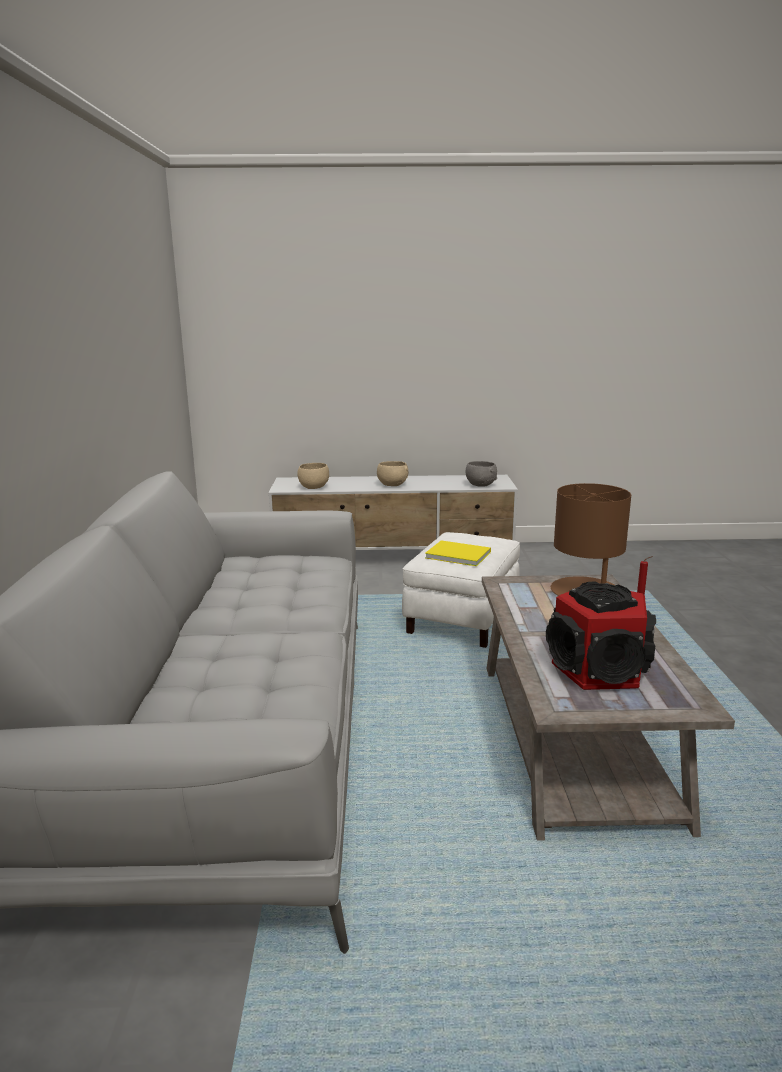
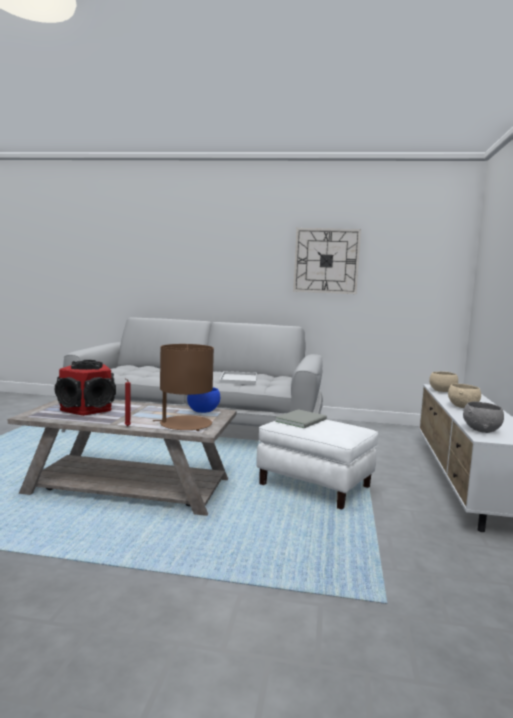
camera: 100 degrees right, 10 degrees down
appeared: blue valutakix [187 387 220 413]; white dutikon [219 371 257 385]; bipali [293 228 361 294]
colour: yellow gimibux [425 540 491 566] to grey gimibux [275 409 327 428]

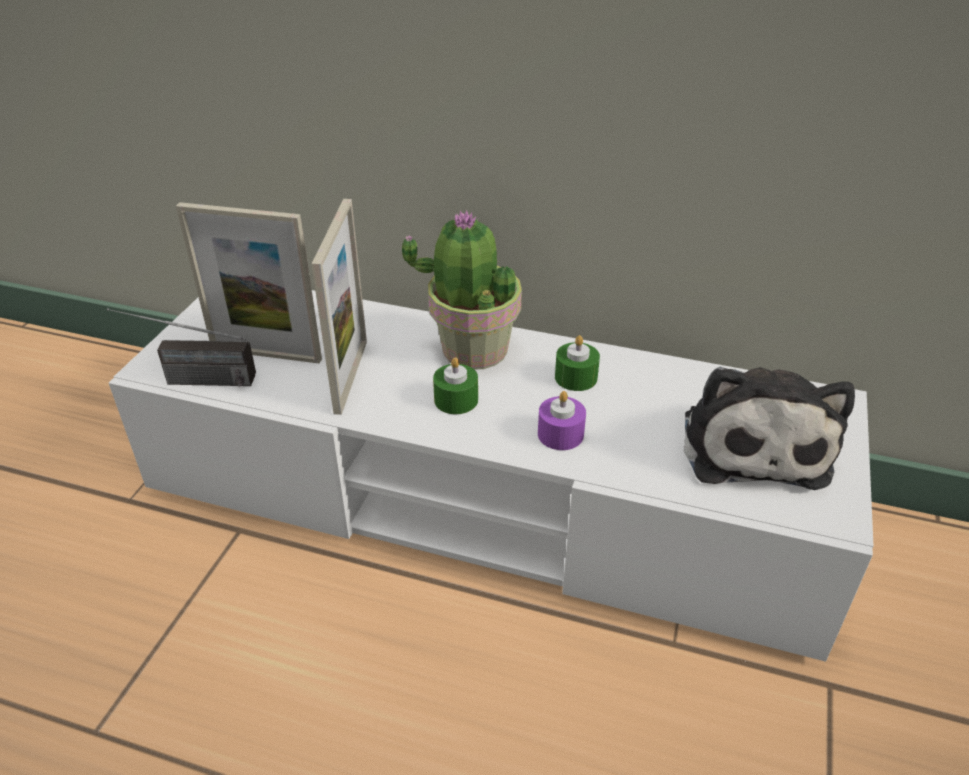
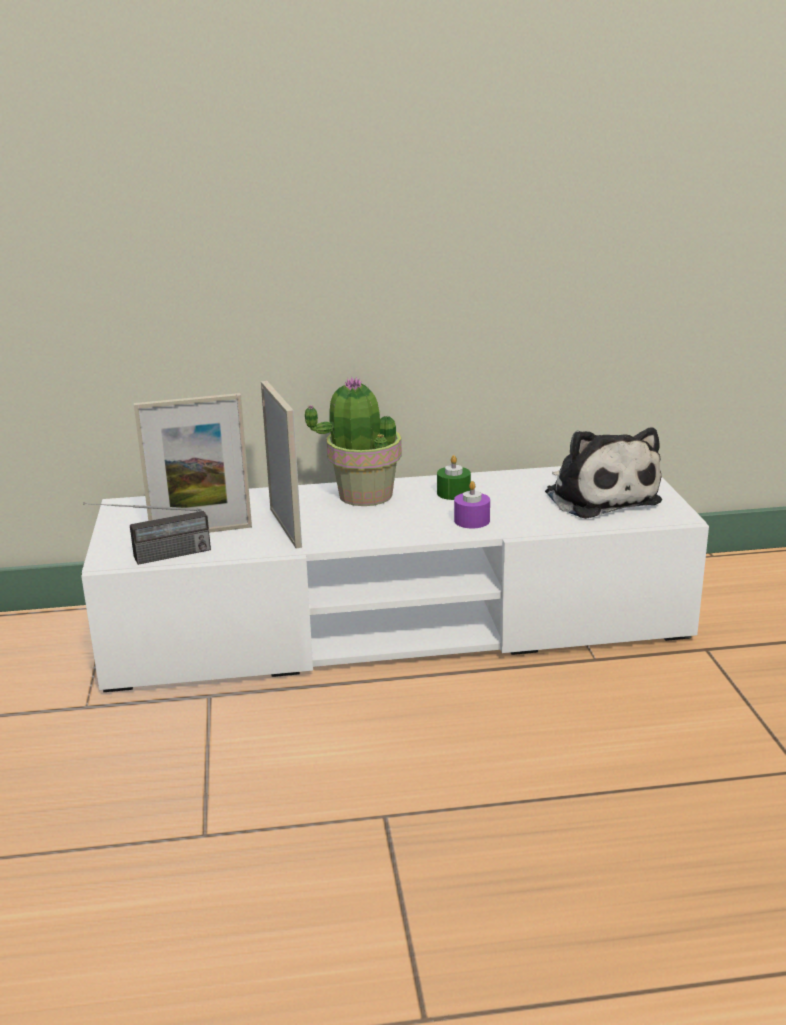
camera: 25 degrees left, 15 degrees down
missing: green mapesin [433 357 478 414]

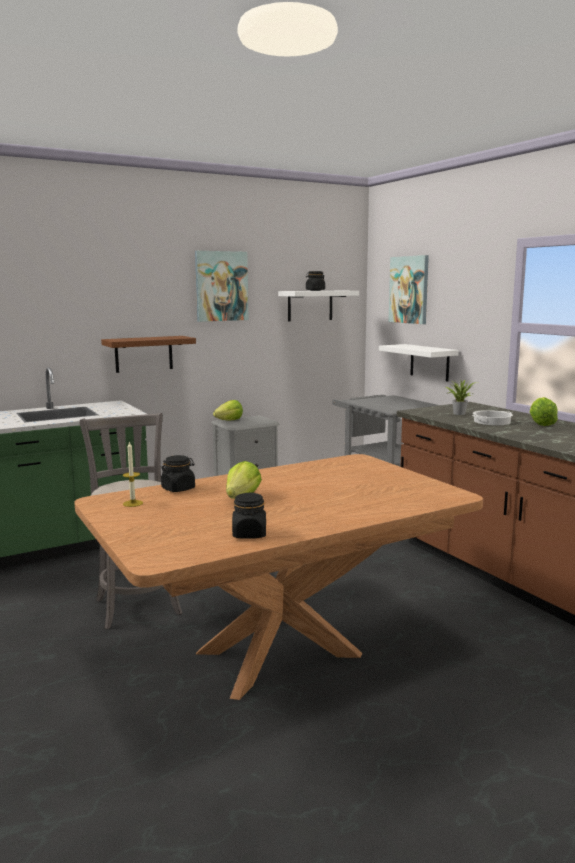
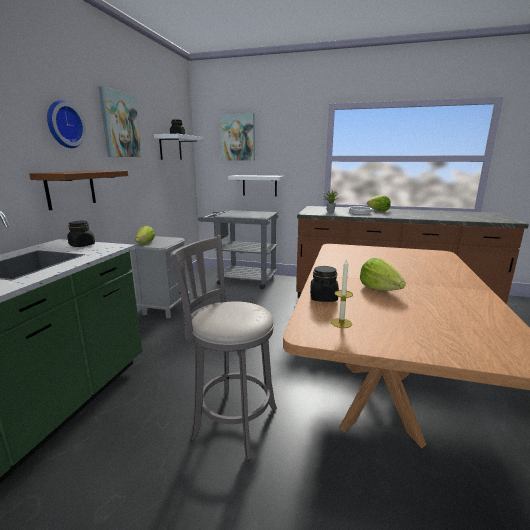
camera: 45 degrees left, 5 degrees up
appeared: bipali [47 100 86 148]
relocated: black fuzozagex [232 493 266 539] to [67 221 95 247]

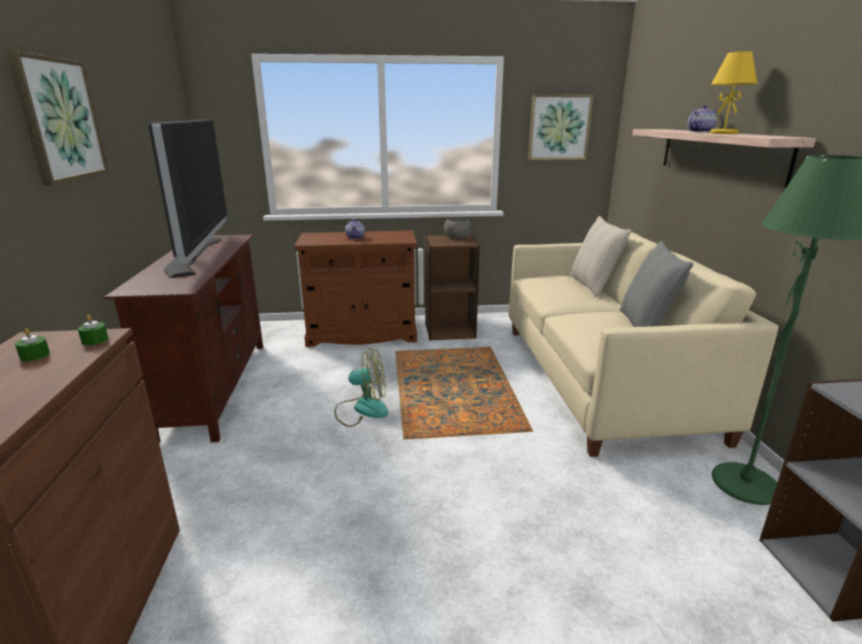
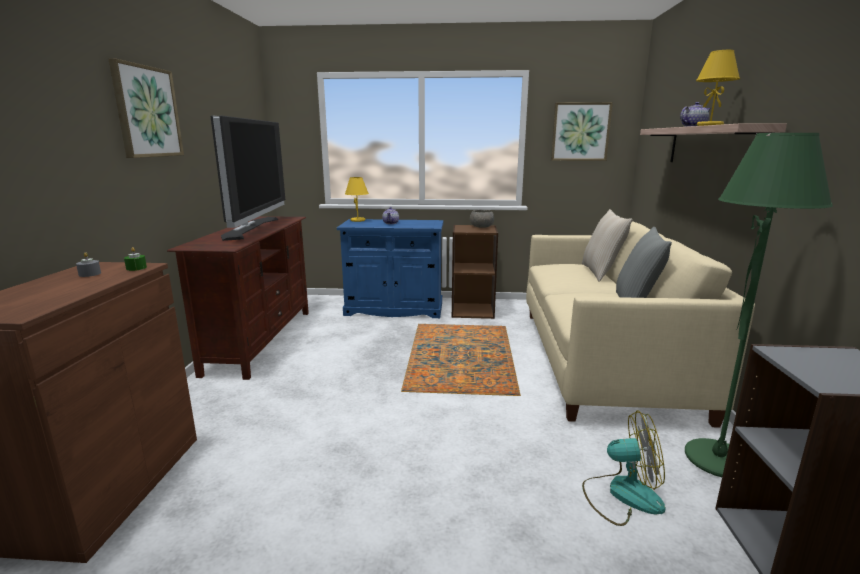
camera: 10 degrees right, 5 degrees down
appeared: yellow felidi [345 177 369 222]
relocated: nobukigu [335 348 389 427] to [582 410 666 526]
colour: green mapesin [15 328 50 361] to grey mapesin [76 252 101 277]; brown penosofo [294 230 417 347] to blue penosofo [337 219 444 318]

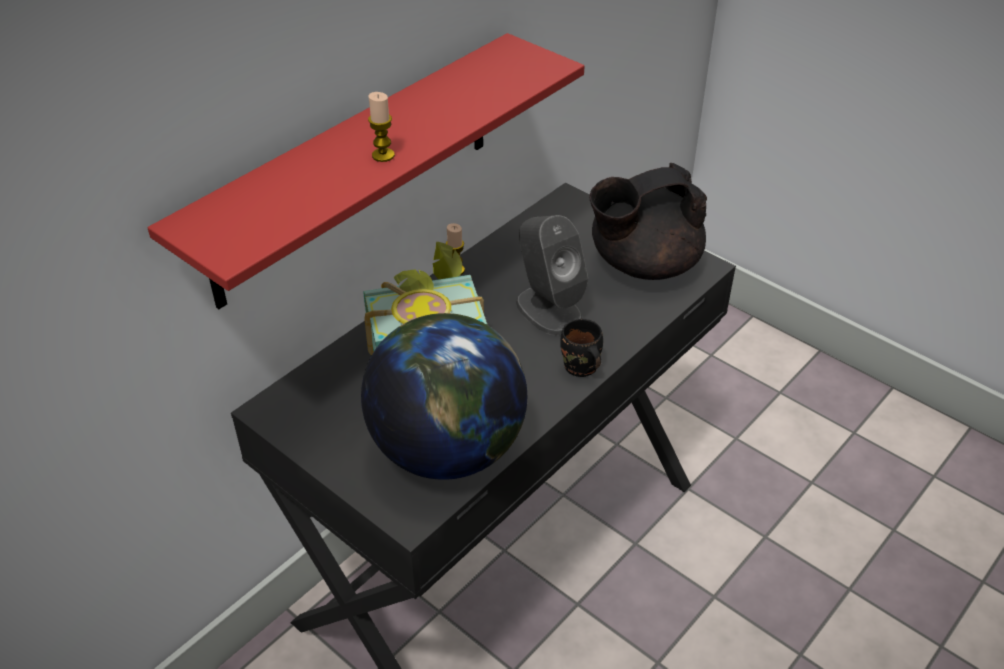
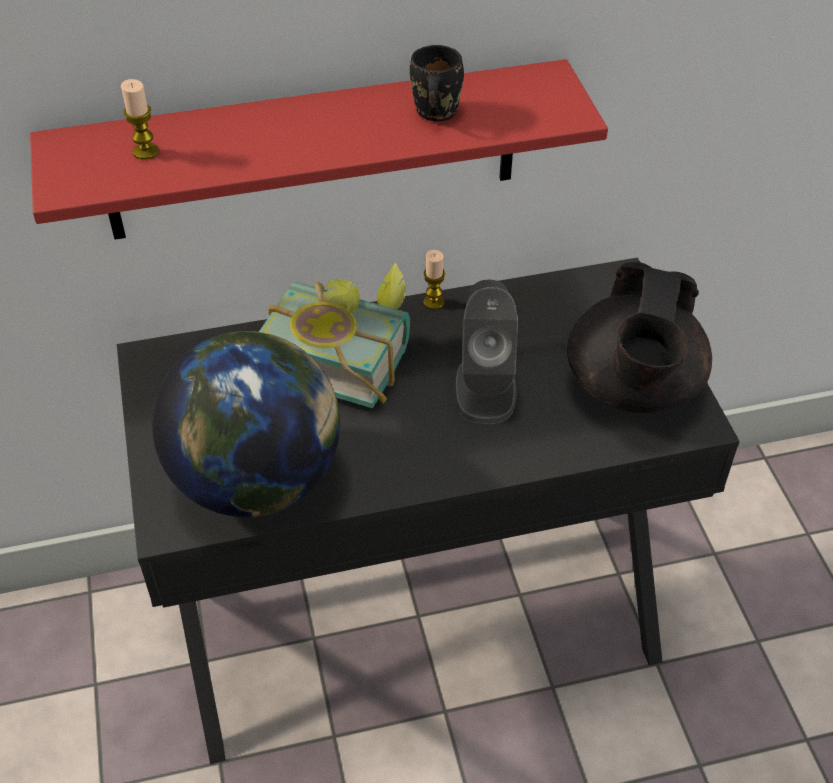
camera: 35 degrees right, 5 degrees up
relocated: mapesin [368 92 395 162] to [121 79 159 160]; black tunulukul [560 319 603 377] to [410 45 464 121]
spun: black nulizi [590 163 707 280] = [567 262 712 413] 90 degrees counterclockwise

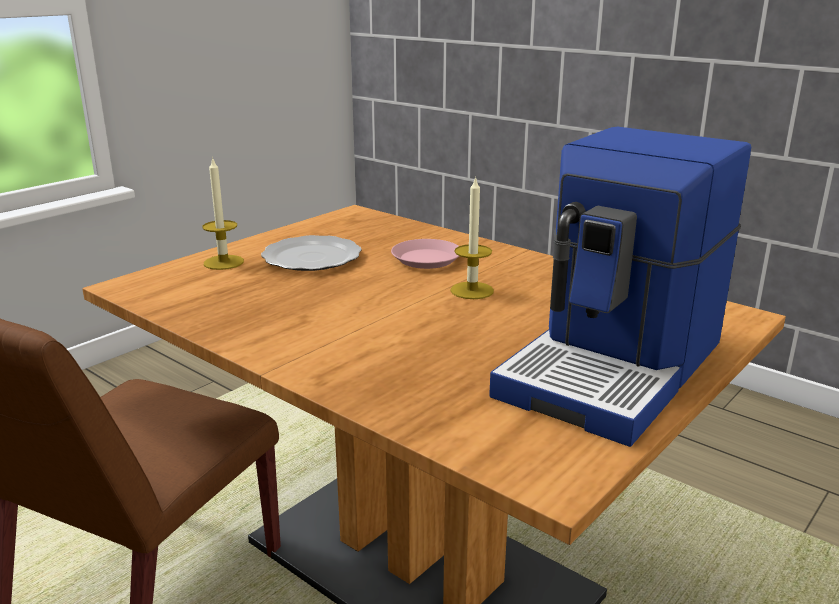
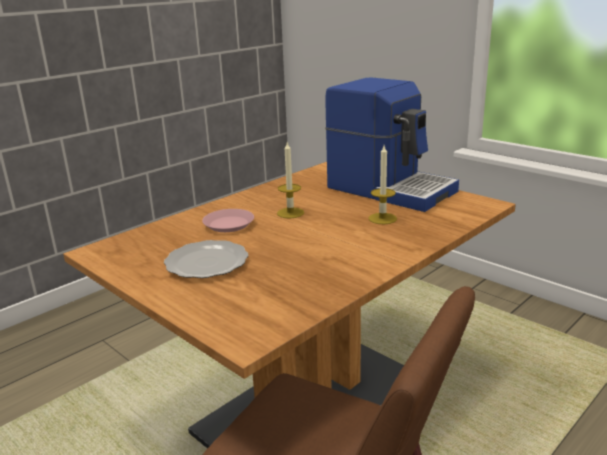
camera: 85 degrees left, 0 degrees up
relocated: mapesin [202 157 244 270] to [368 146 397 224]

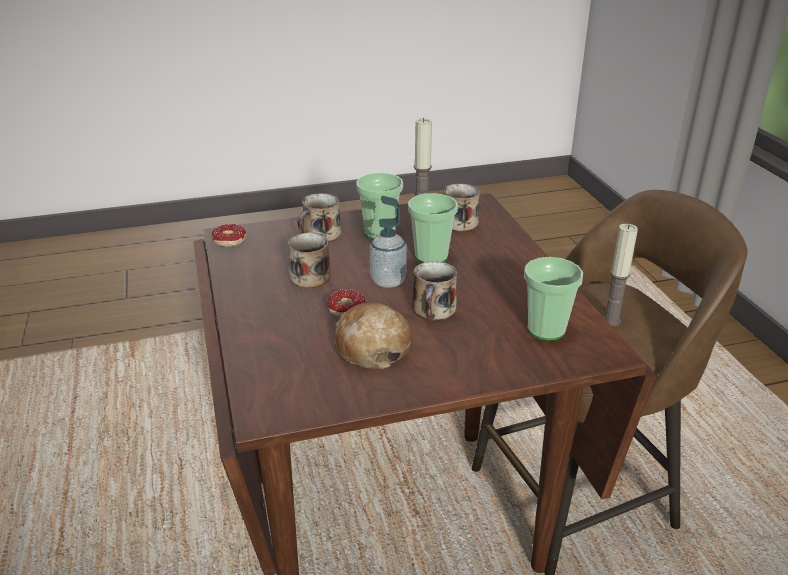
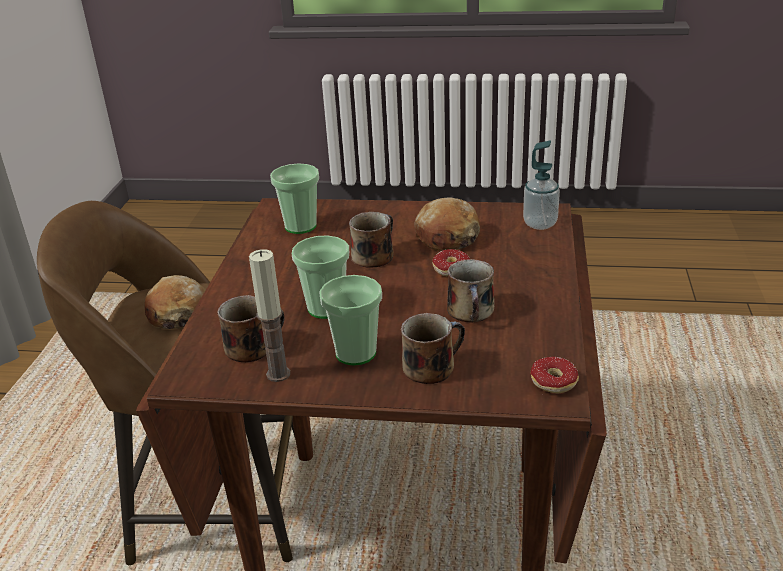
camera: 155 degrees left, 0 degrees up
relocated: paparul [370 196 407 288] to [523 141 560 230]
exchanged: mapesin [604 224 638 326] to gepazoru [144 275 206 329]

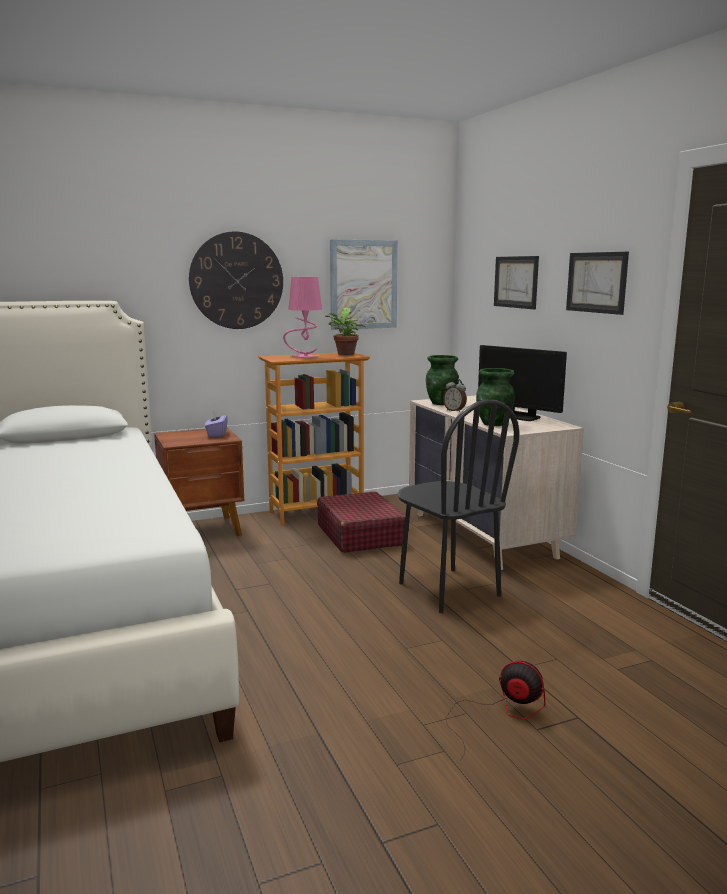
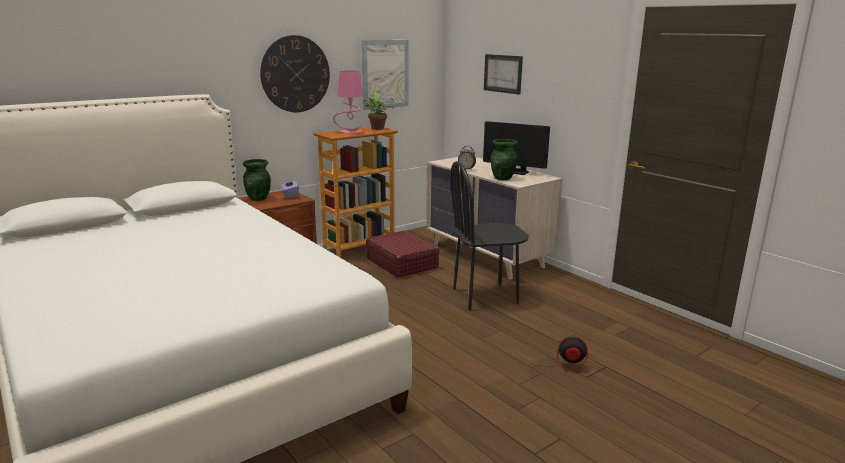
camera: 15 degrees left, 5 degrees up
missing: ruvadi [566 252 629 315]
relocated: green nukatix [426 355 459 405] to [243 159 271 201]
spun: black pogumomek [398 400 519 613] = [450 161 529 310] 120 degrees clockwise

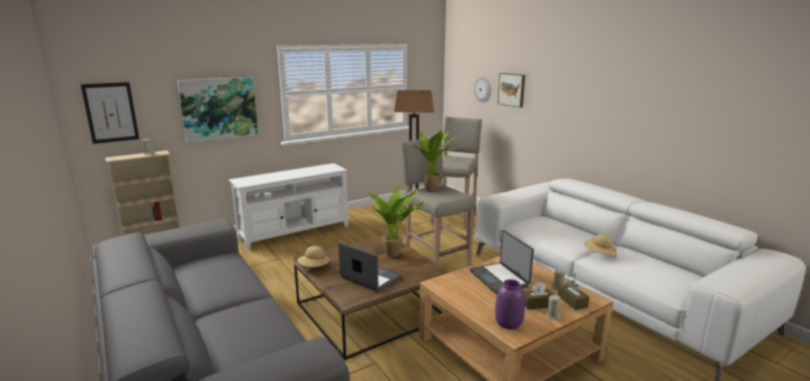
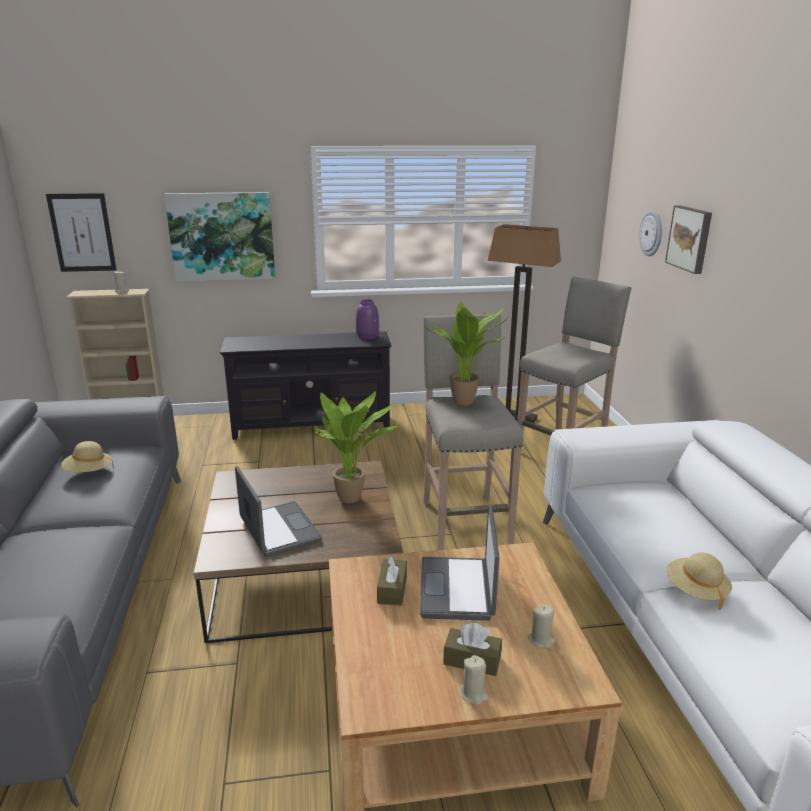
camera: 25 degrees right, 5 degrees up
relocated: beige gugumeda [297 246 330 267] to [61 441 114 472]; purple nukatix [495 279 525 329] to [356 299 379 339]; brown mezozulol [558 280 589 310] to [377 556 407 606]
colour: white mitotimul [229 163 348 250] to black mitotimul [220 331 392 440]

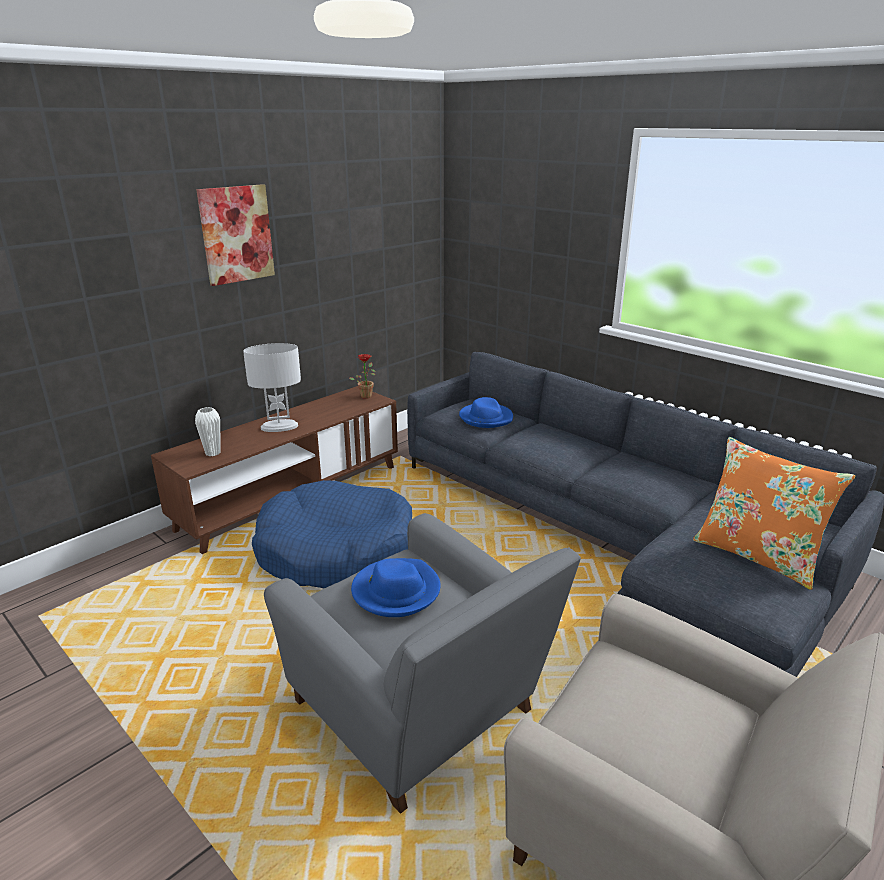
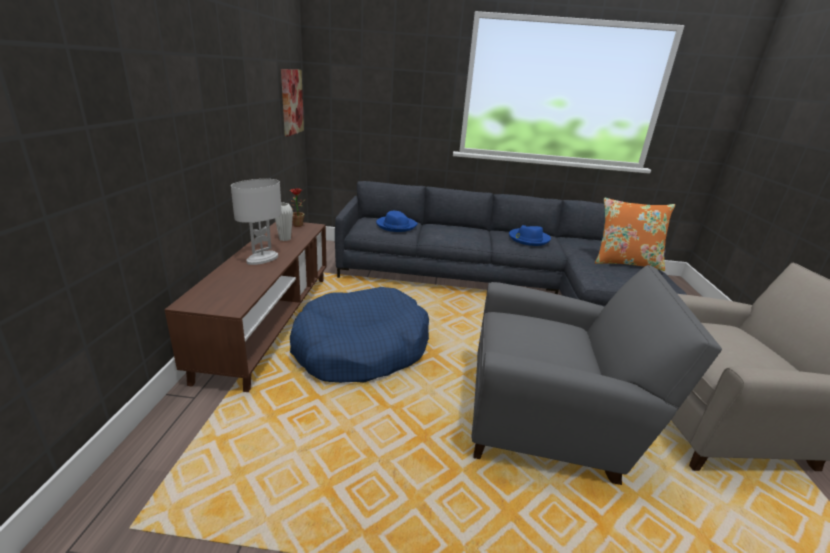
camera: 40 degrees left, 0 degrees up
relocated: white nukatix [195 407 220 456] to [275 203 293 241]; ruvadi [196 184 275 286] to [281 69 304 137]; blue gugumeda [351 558 441 617] to [509 225 551 246]

